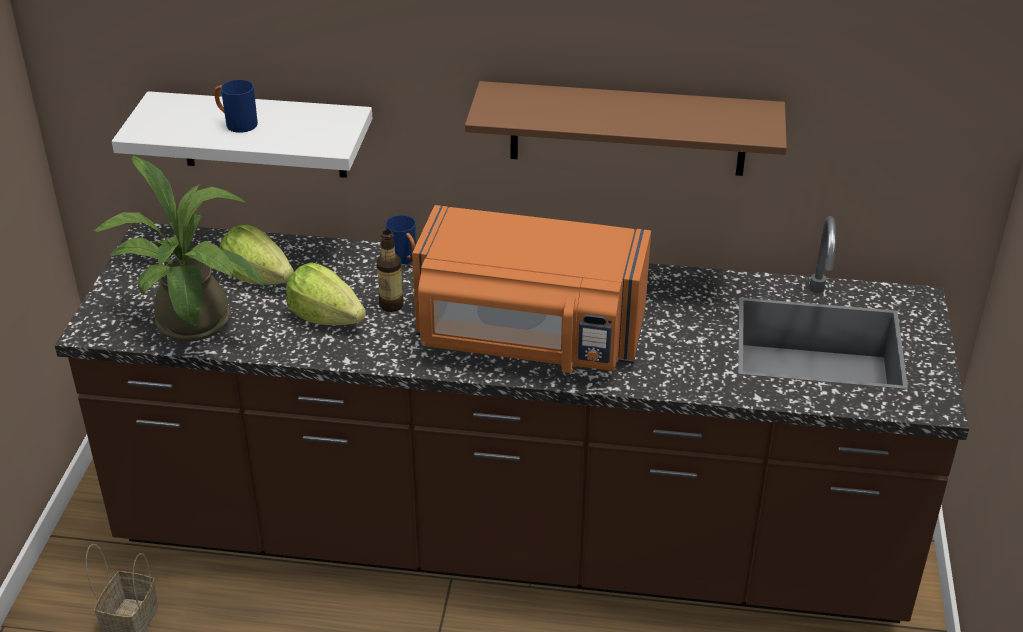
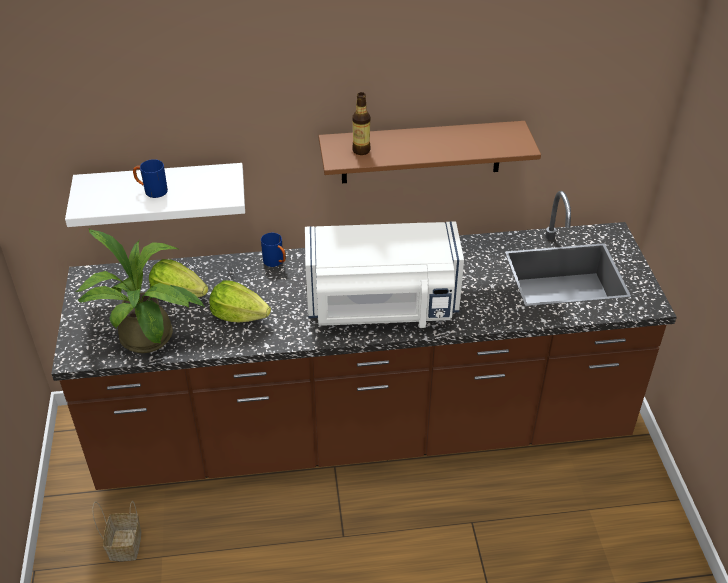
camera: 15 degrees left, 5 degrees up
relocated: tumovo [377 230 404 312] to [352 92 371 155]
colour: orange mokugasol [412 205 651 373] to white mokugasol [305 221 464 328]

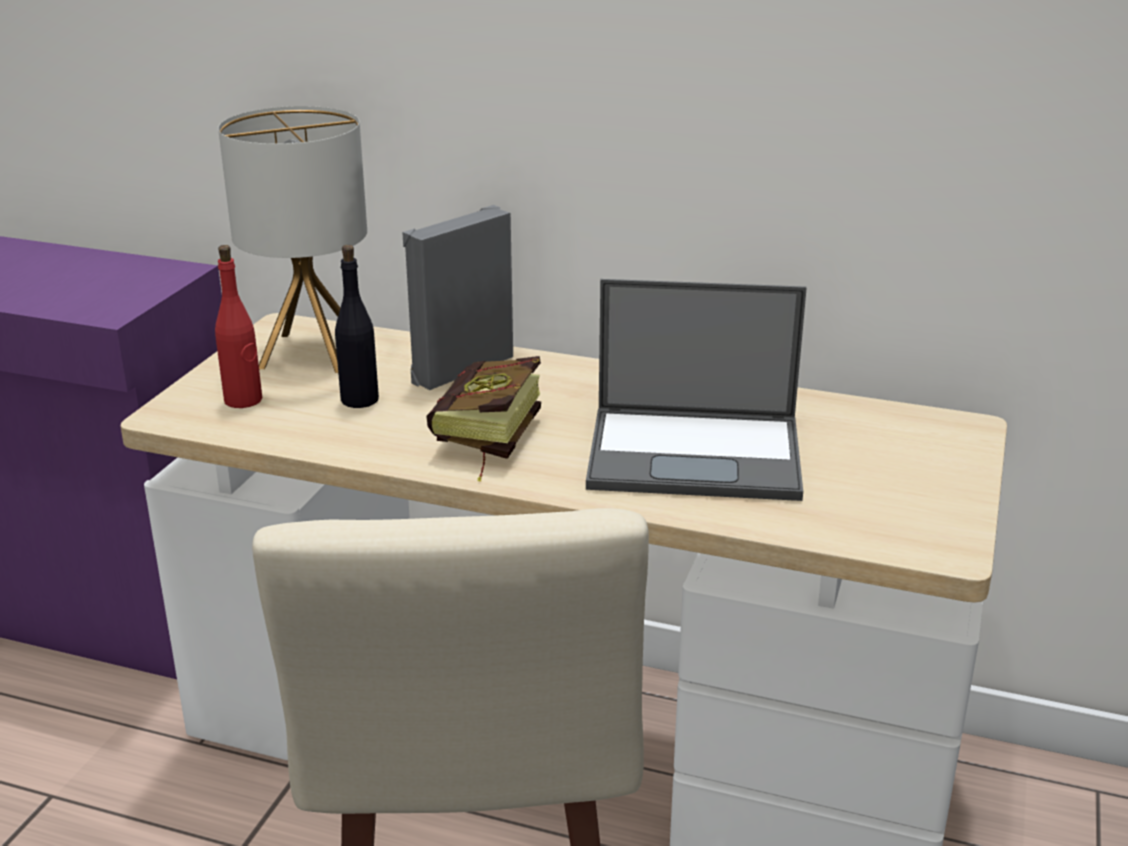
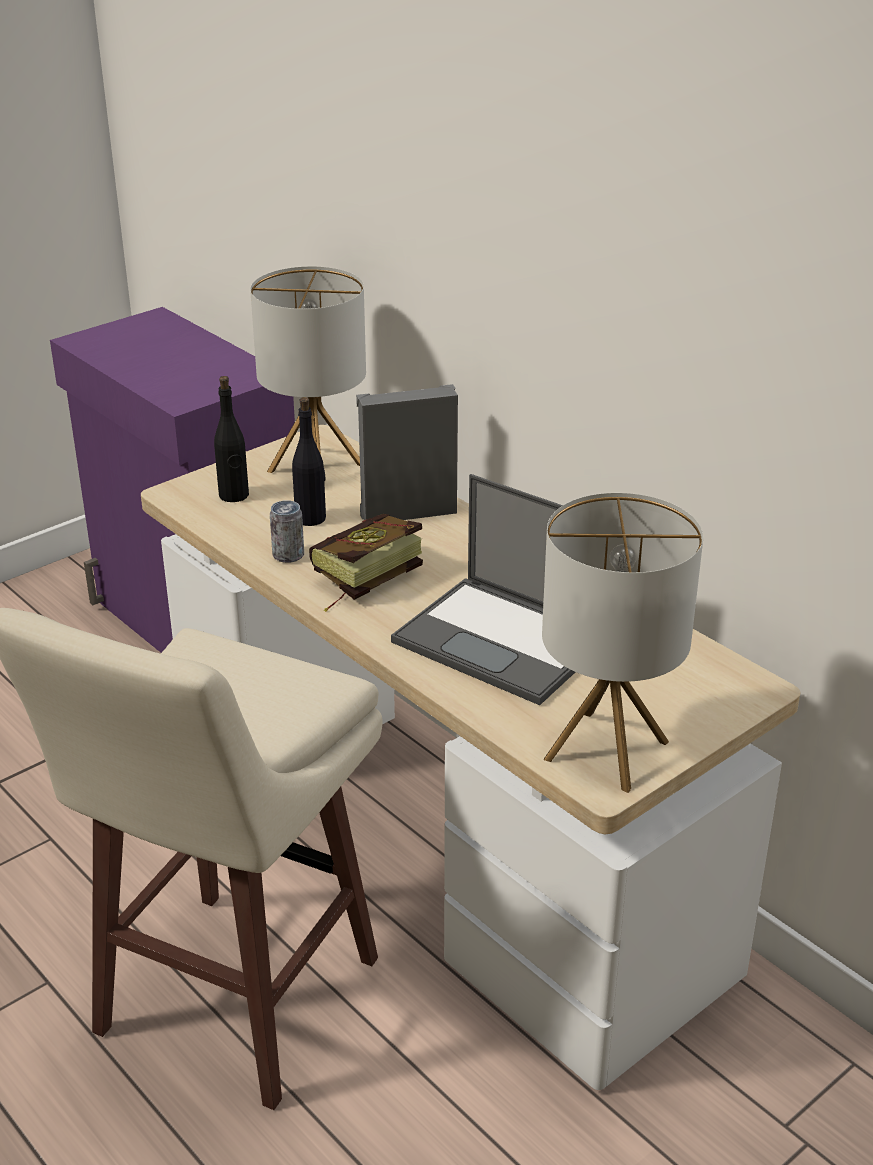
camera: 30 degrees right, 5 degrees up
appeared: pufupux [270 500 304 563]; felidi [542 493 703 793]
colour: red tumovo [215 245 262 408] to black tumovo [214 376 249 502]

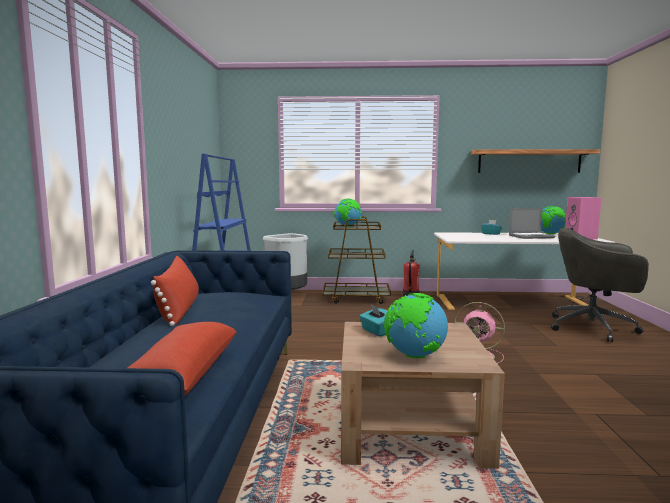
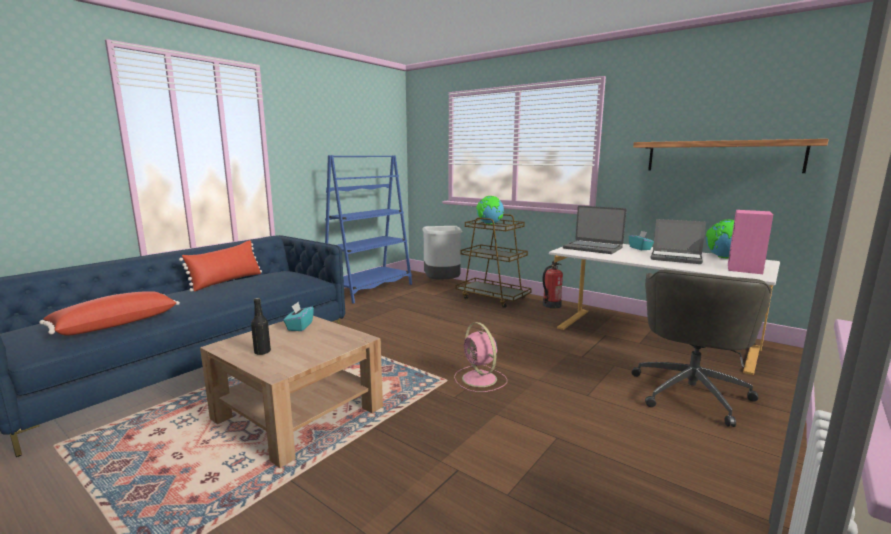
camera: 35 degrees right, 5 degrees up
appeared: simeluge [563 206 627 254]
exchanged: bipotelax [384 293 448 358] to black tumovo [251 298 271 355]
spun: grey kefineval [551 228 649 342] = [632 270 772 427] 120 degrees counterclockwise

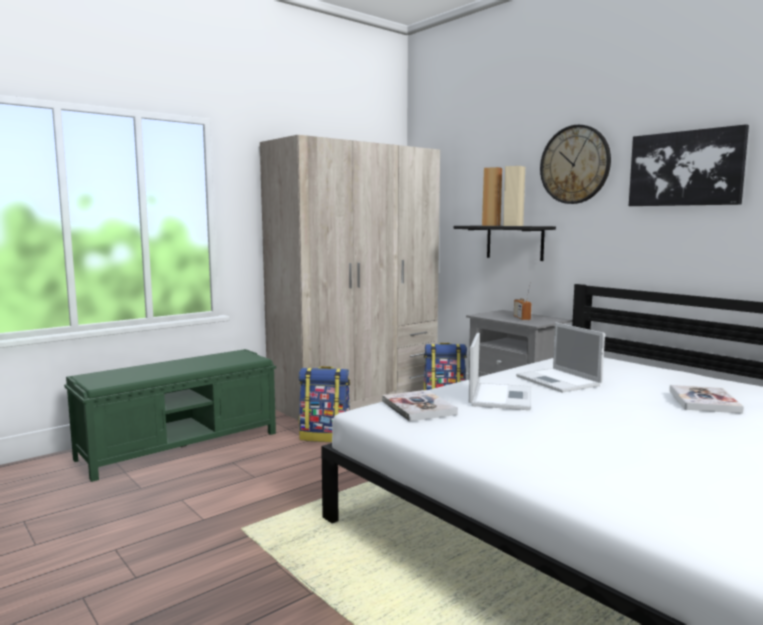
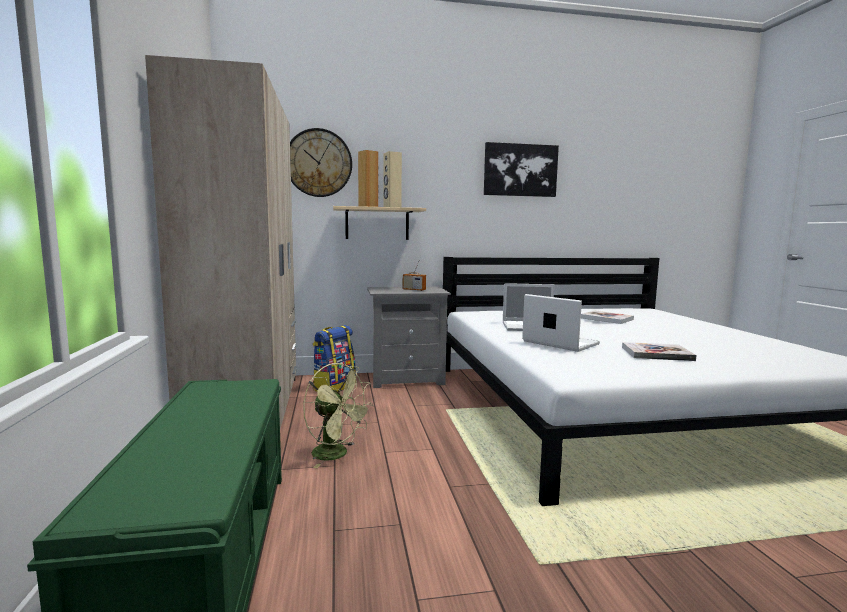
camera: 60 degrees left, 0 degrees up
relocated: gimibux [382 390 458 422] to [622 342 696 361]; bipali [540 125 611 204] to [290 128 352 197]
exchanged: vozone [298 366 350 442] to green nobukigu [303 363 374 468]
colour: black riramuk [454 226 556 261] to beige riramuk [333 206 426 240]

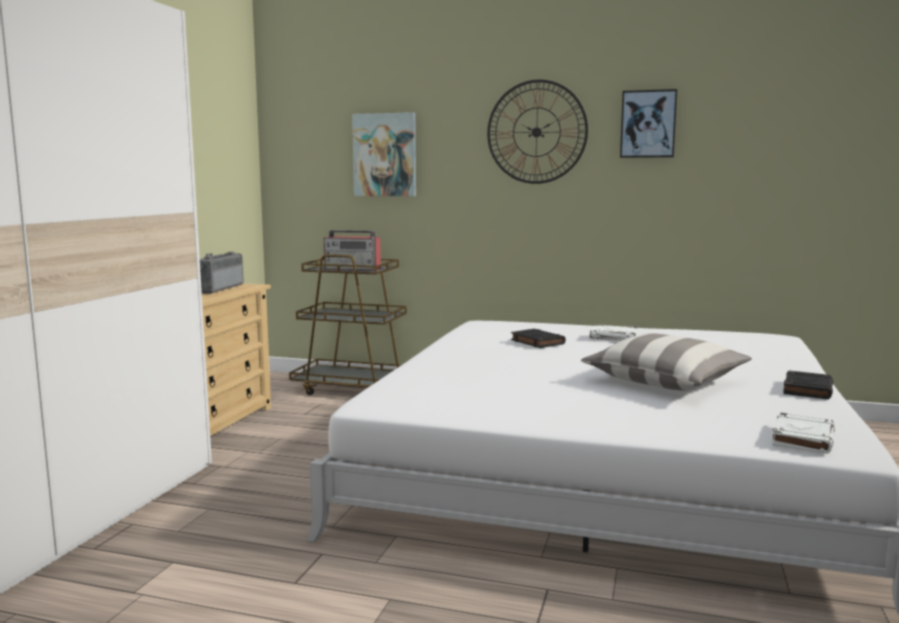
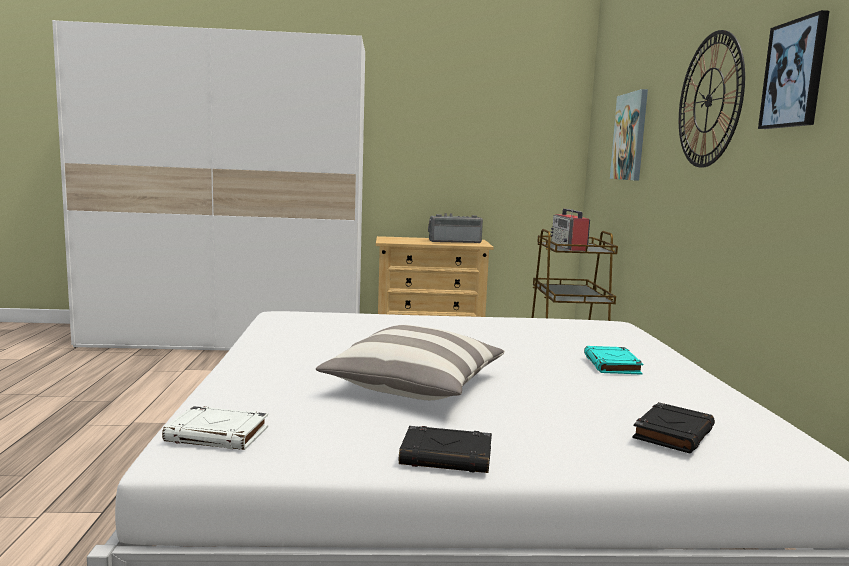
camera: 70 degrees right, 0 degrees up
relocated: black gimibux [511 329 566 348] to [632 402 715 453]
colour: white gimibux [590 325 639 340] to turquoise gimibux [584 346 643 375]

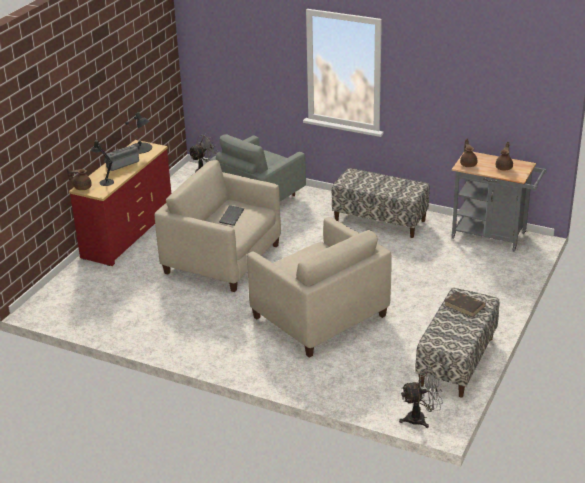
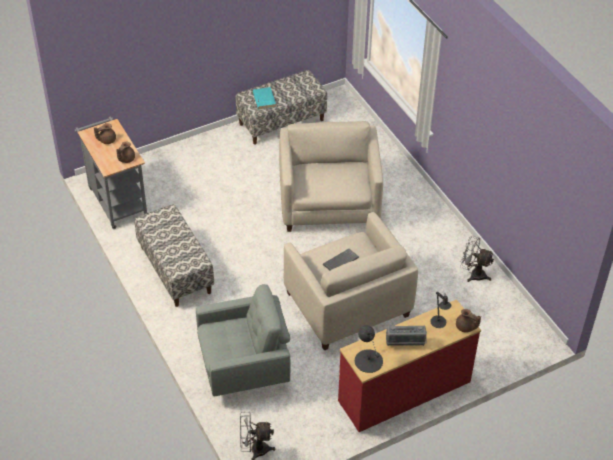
camera: 145 degrees left, 15 degrees up
relocated: grey nobukigu [399 369 443 428] to [460 236 494 282]
colour: brown gimibux [445 291 486 317] to turquoise gimibux [253 87 276 110]

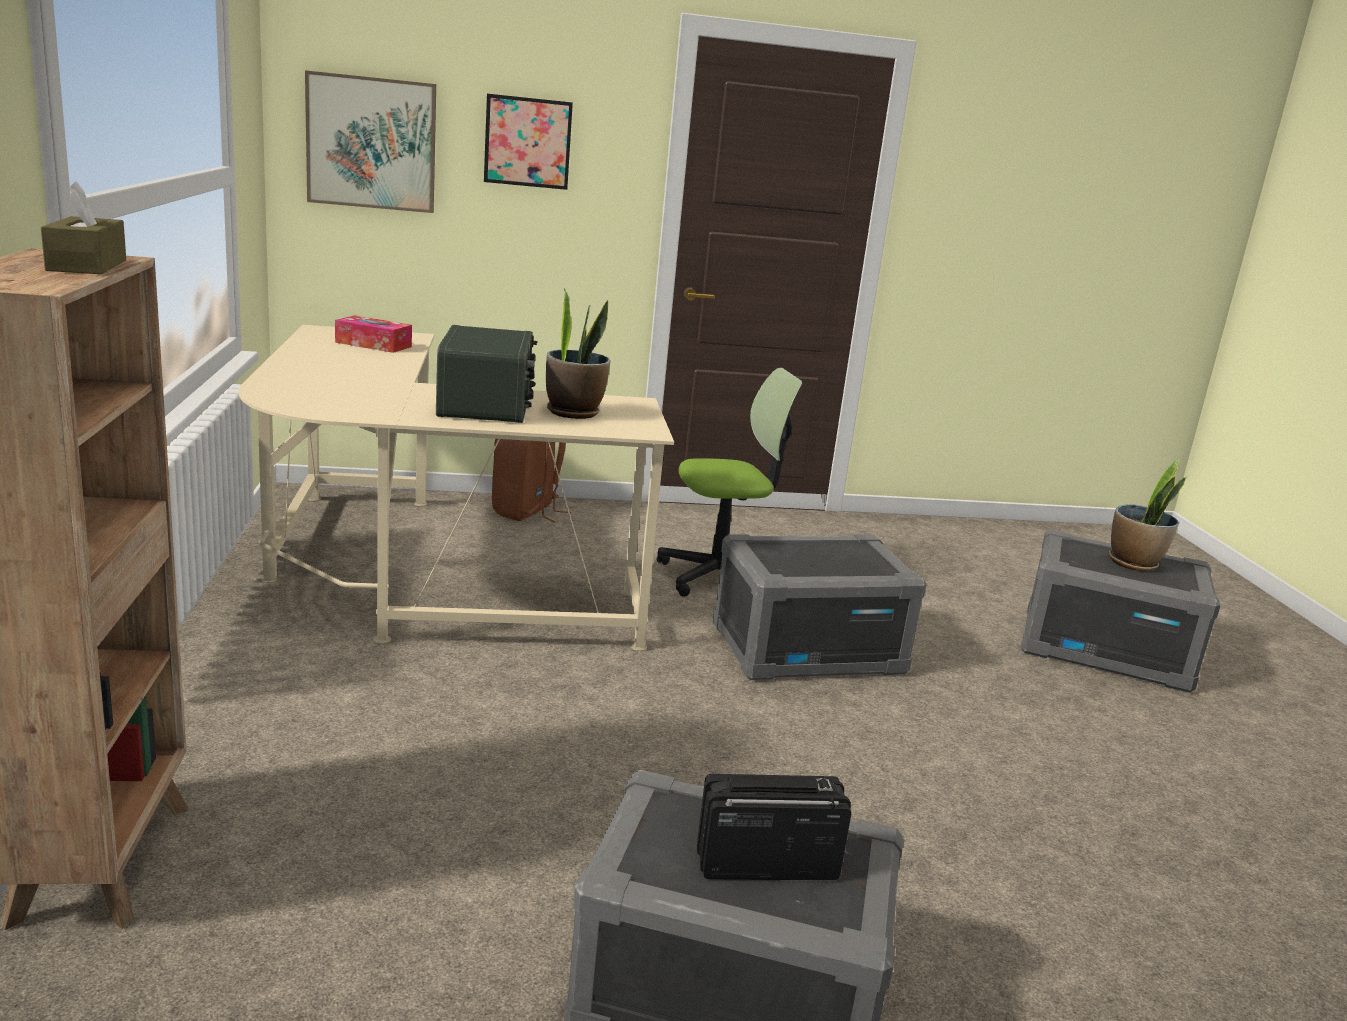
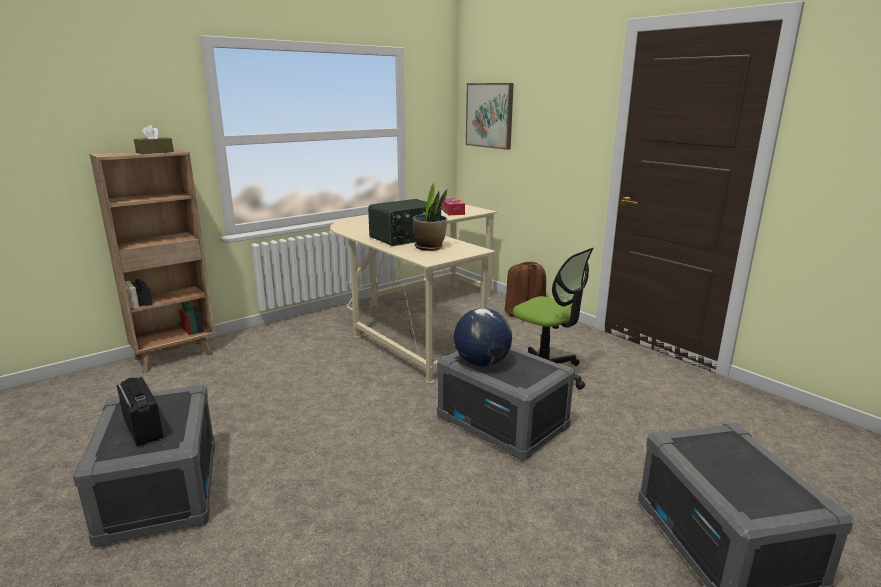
camera: 60 degrees right, 0 degrees up
missing: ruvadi [484 94 573 190]; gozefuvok [1109 459 1186 571]
appeared: bipotelax [454 308 512 367]

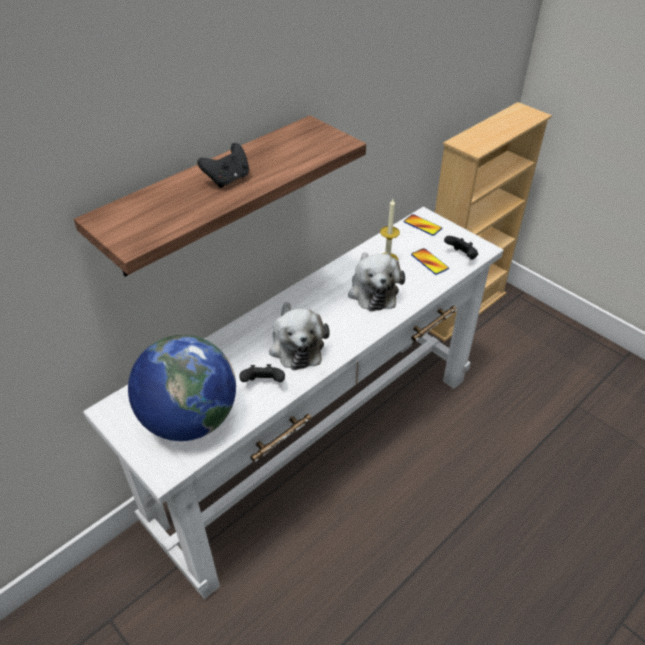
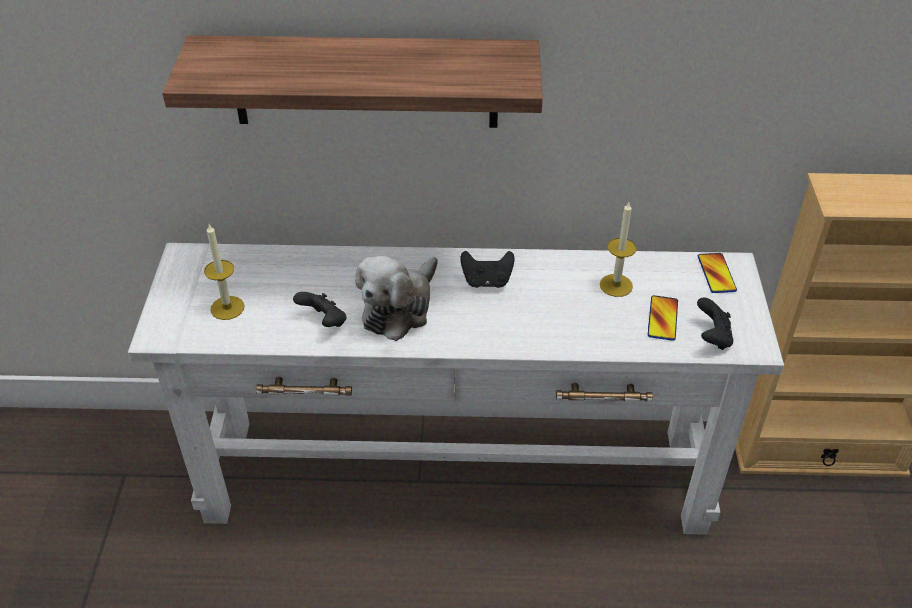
camera: 45 degrees right, 0 degrees up
missing: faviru [348 252 405 311]
relocated: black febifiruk [197 143 249 188] to [460 251 514 288]
exchanged: bipotelax [128 335 236 441] to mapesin [204 224 244 320]

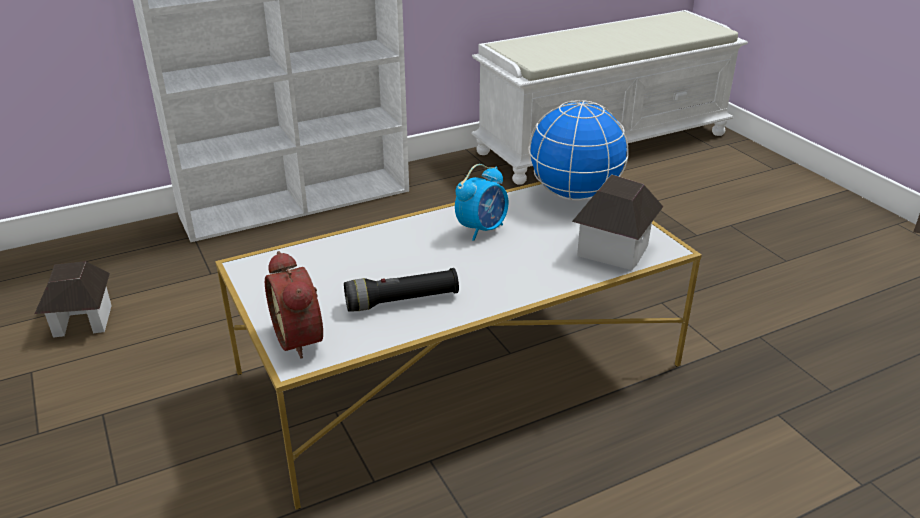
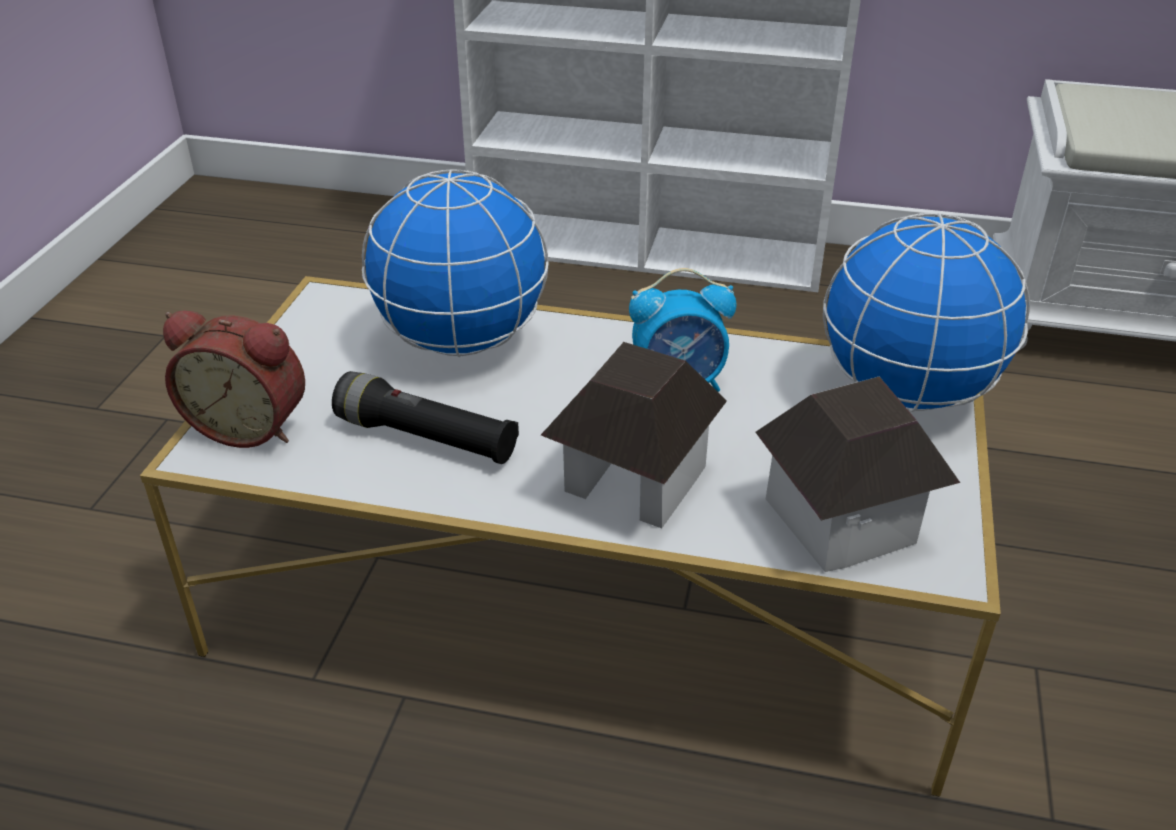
camera: 40 degrees right, 5 degrees up
appeared: bipotelax [362 169 549 357]
relocated: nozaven [35 261 112 338] to [541 342 727 528]
spun: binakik [265 251 323 359] = [163 310 305 448] 90 degrees counterclockwise

